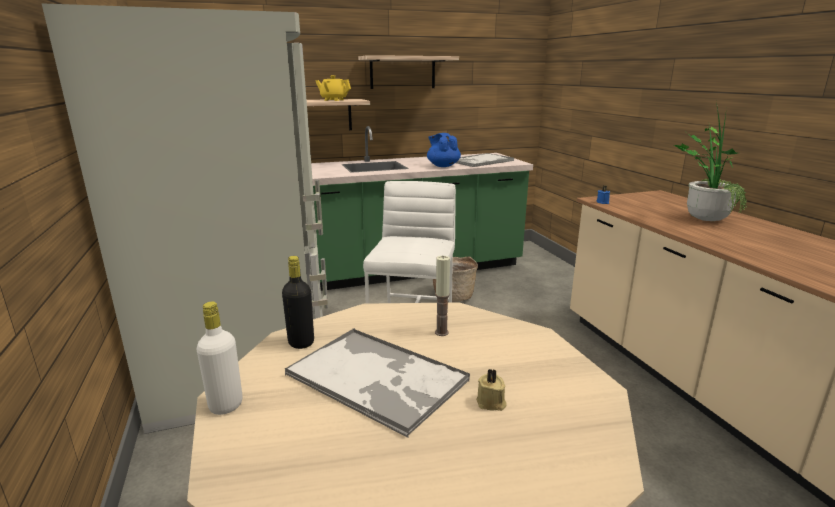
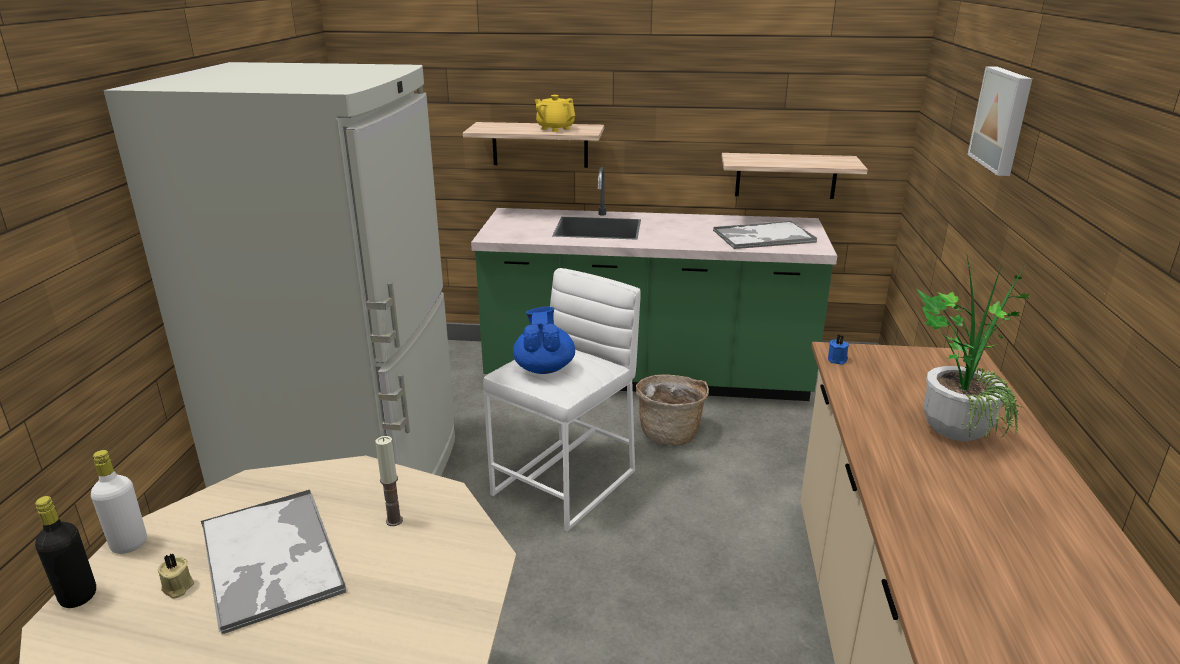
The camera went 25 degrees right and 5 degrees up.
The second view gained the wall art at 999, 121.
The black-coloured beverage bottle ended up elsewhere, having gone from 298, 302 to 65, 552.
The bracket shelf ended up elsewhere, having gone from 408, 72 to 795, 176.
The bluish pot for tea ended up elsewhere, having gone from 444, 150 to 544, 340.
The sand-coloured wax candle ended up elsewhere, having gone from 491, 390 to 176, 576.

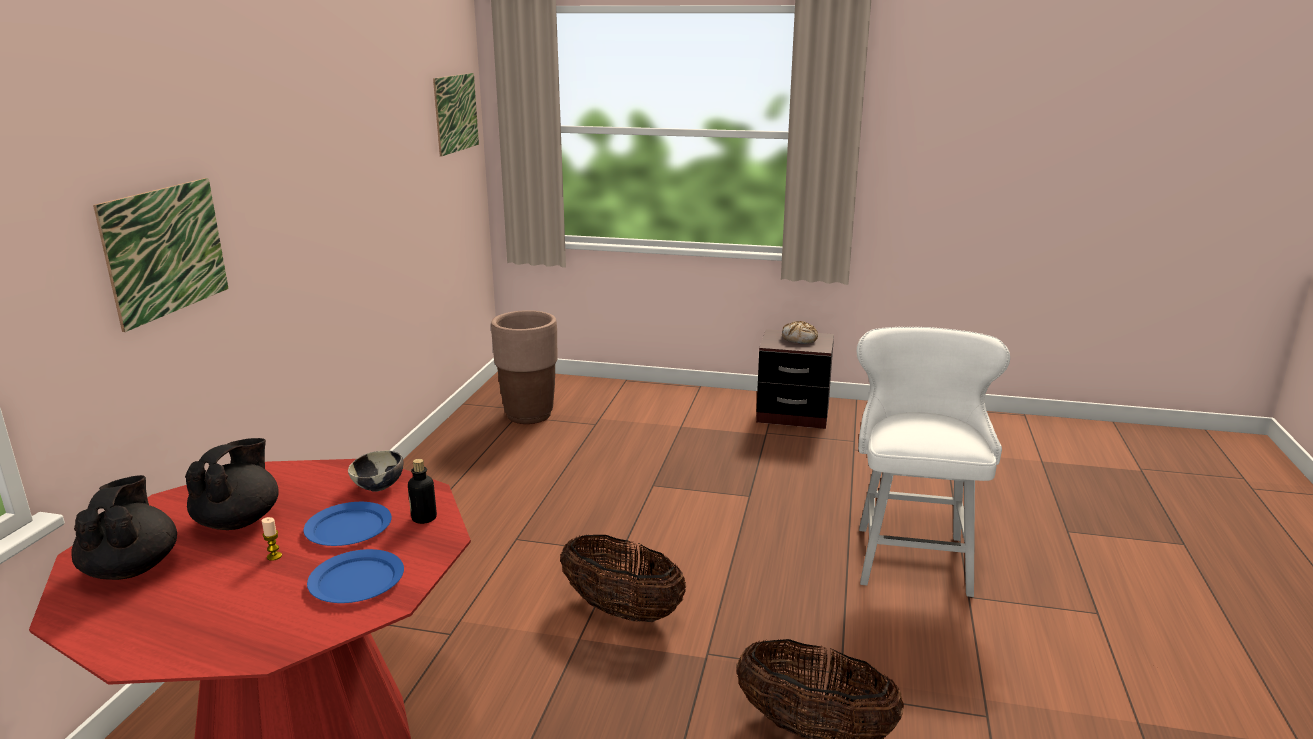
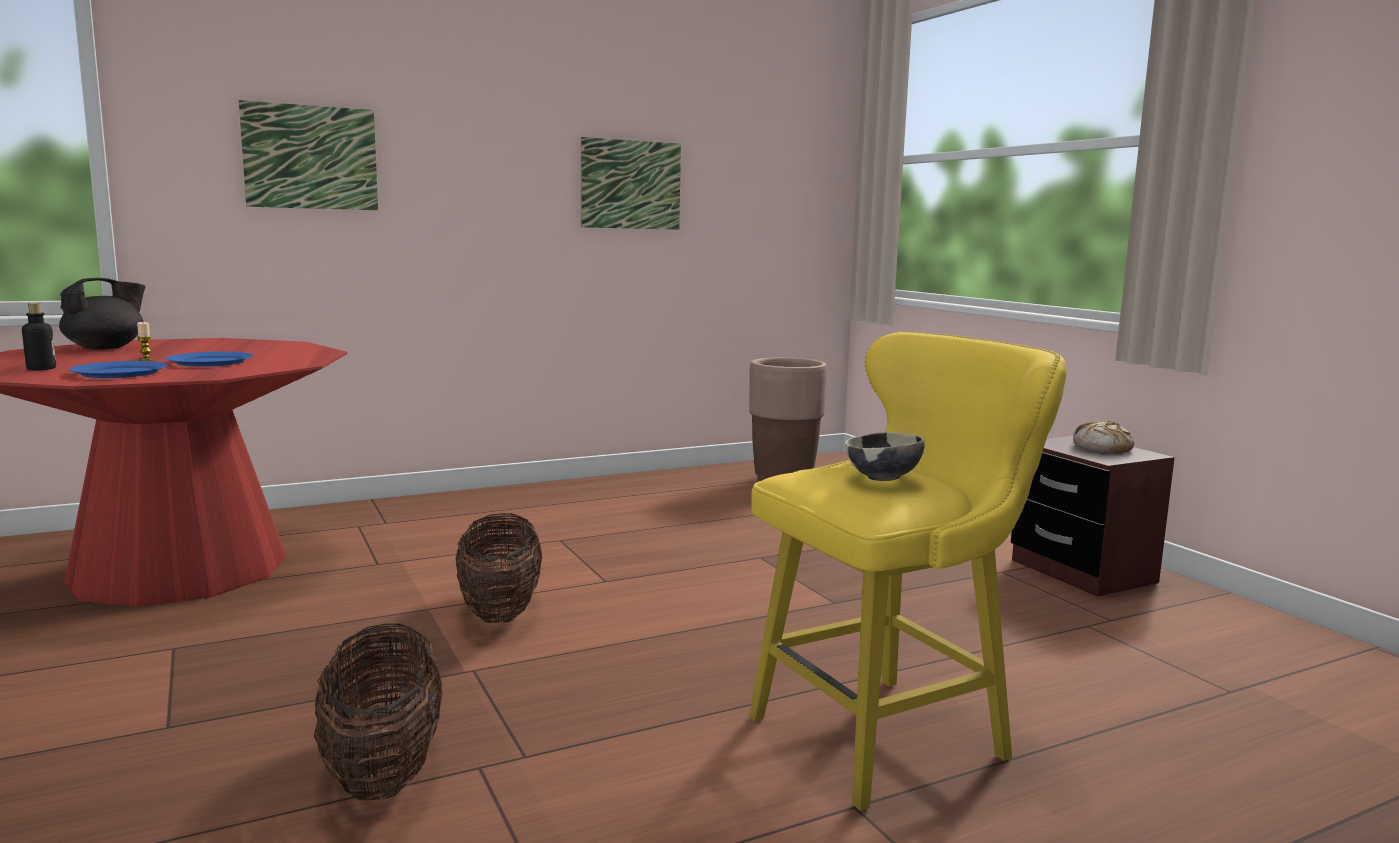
The camera went 50 degrees right and 10 degrees down.
The second view lost the black-coloured pot for tea at 232, 484.
The deep dish ended up elsewhere, having gone from 375, 471 to 885, 456.
The beverage bottle ended up elsewhere, having gone from 422, 491 to 39, 336.
The wall art ended up elsewhere, having gone from 456, 115 to 631, 183.
What was the white stool seat at 933, 462 turned into the yellowish stool seat at 908, 571.

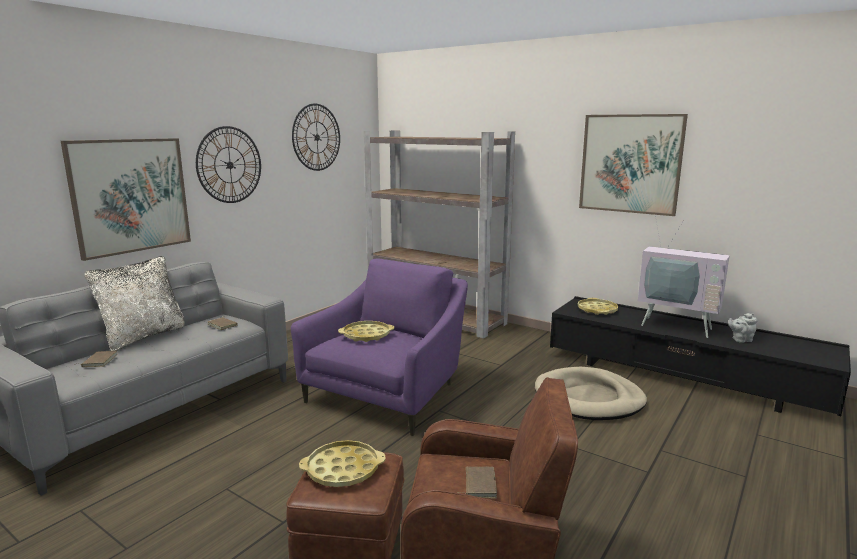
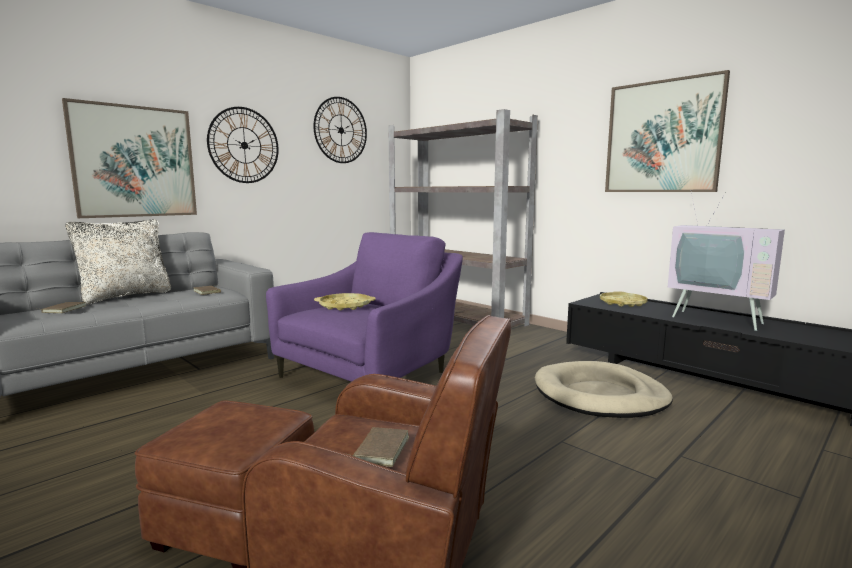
The camera went 10 degrees right and 5 degrees down.
The second view lost the yellowish carrying tray at 342, 463.
The second view lost the greyish pot for tea at 742, 328.

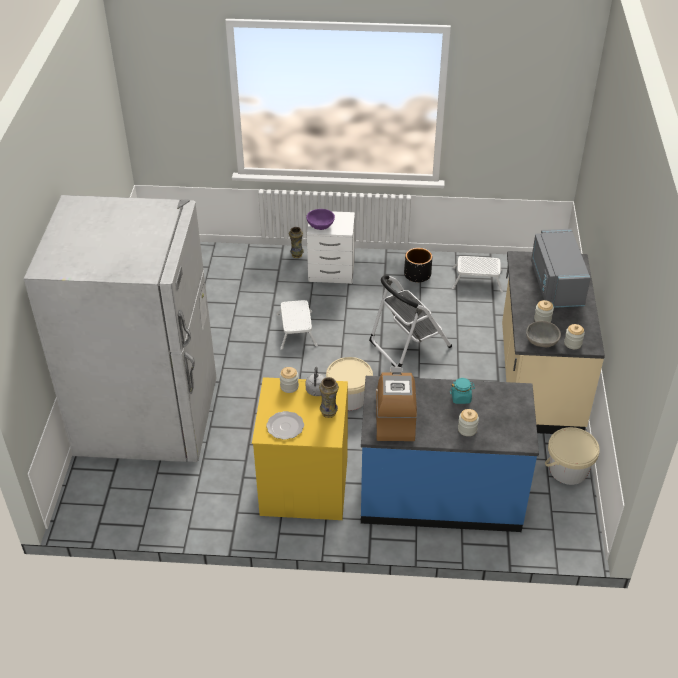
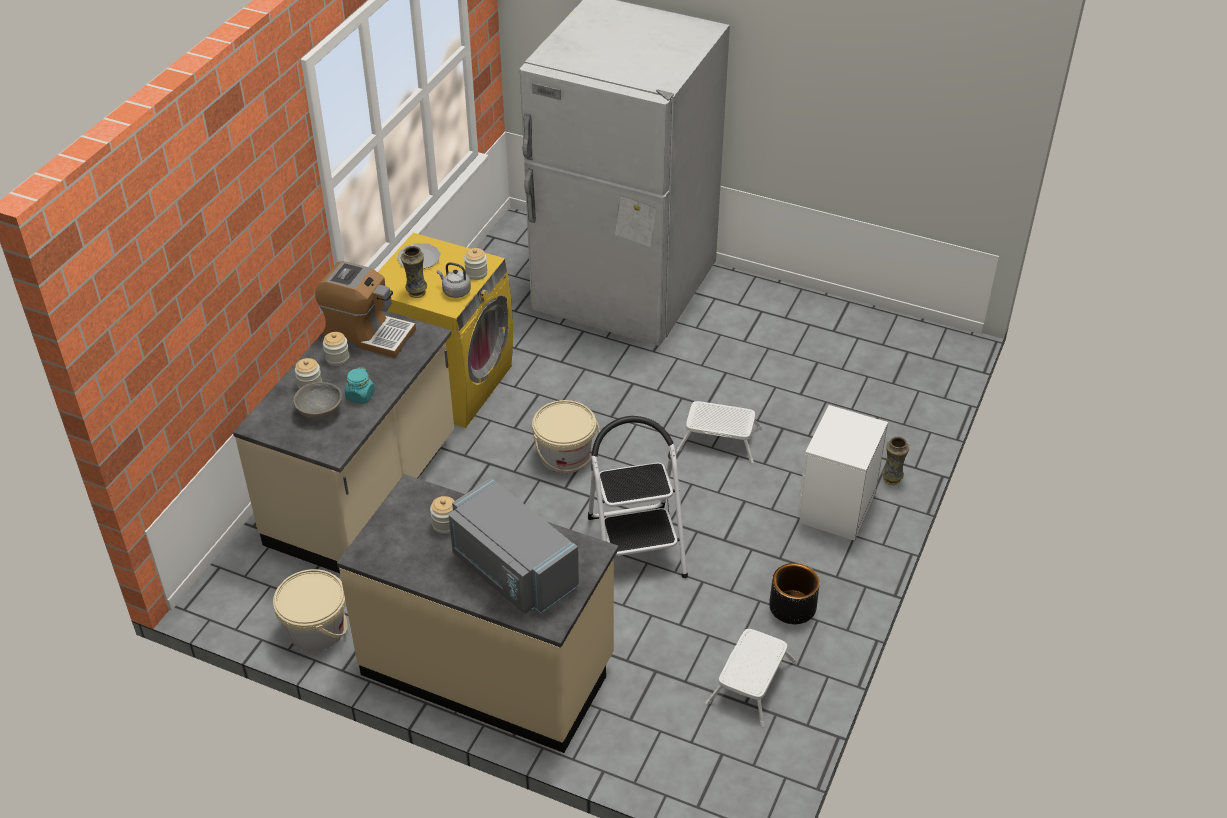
The camera went 110 degrees right and 0 degrees up.
The second view lost the purple deep dish at 320, 219.
The greyish deep dish ended up elsewhere, having gone from 543, 334 to 317, 400.
The storage jar ended up elsewhere, having gone from 574, 336 to 336, 349.
What was the bluish kitchen base unit at 450, 454 turned into the sand-coloured kitchen base unit at 343, 442.
The greyish microwave oven at 561, 268 ended up facing another way, 150 degrees counterclockwise from before.

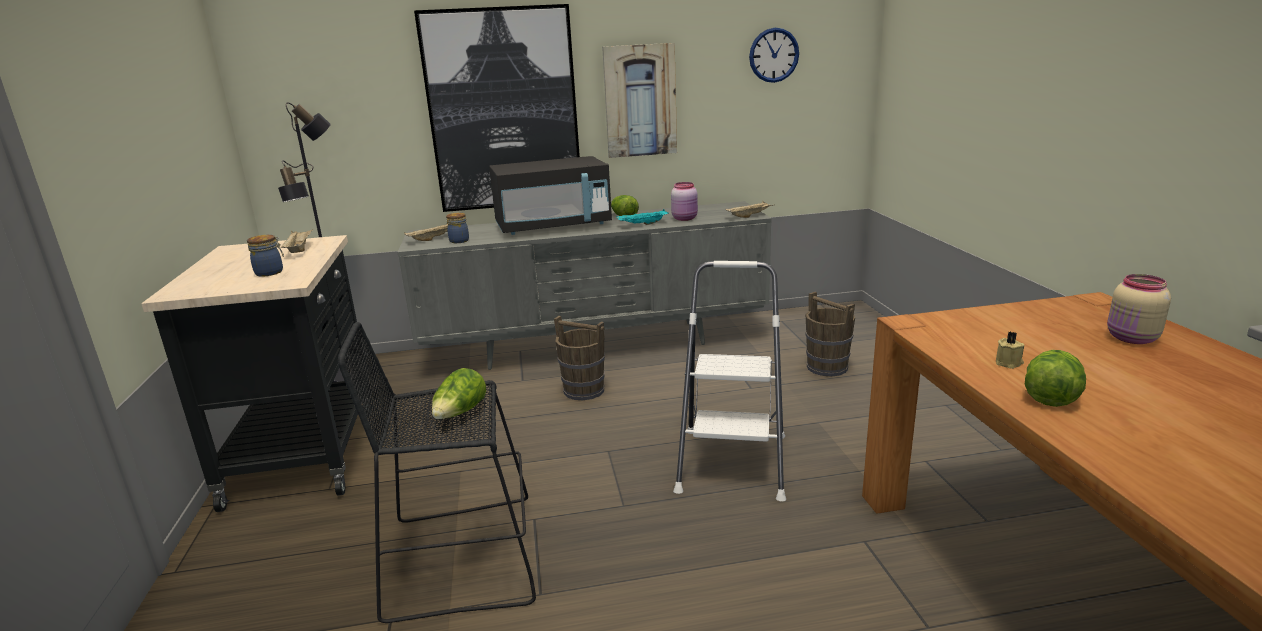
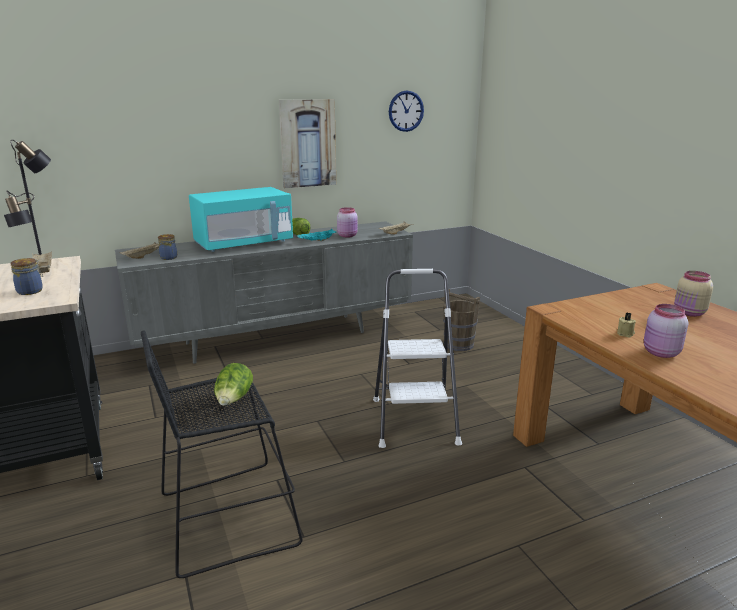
The camera went 15 degrees left and 0 degrees up.
The second view lost the wall art at 497, 108.
The second view lost the brown-coloured water bucket at 579, 358.
Where the head of lettuce stood at 1055, 378, the pink storage jar came to stand at 666, 331.
What was the black-coloured microwave oven at 550, 195 turned into the turquoise microwave oven at 241, 219.

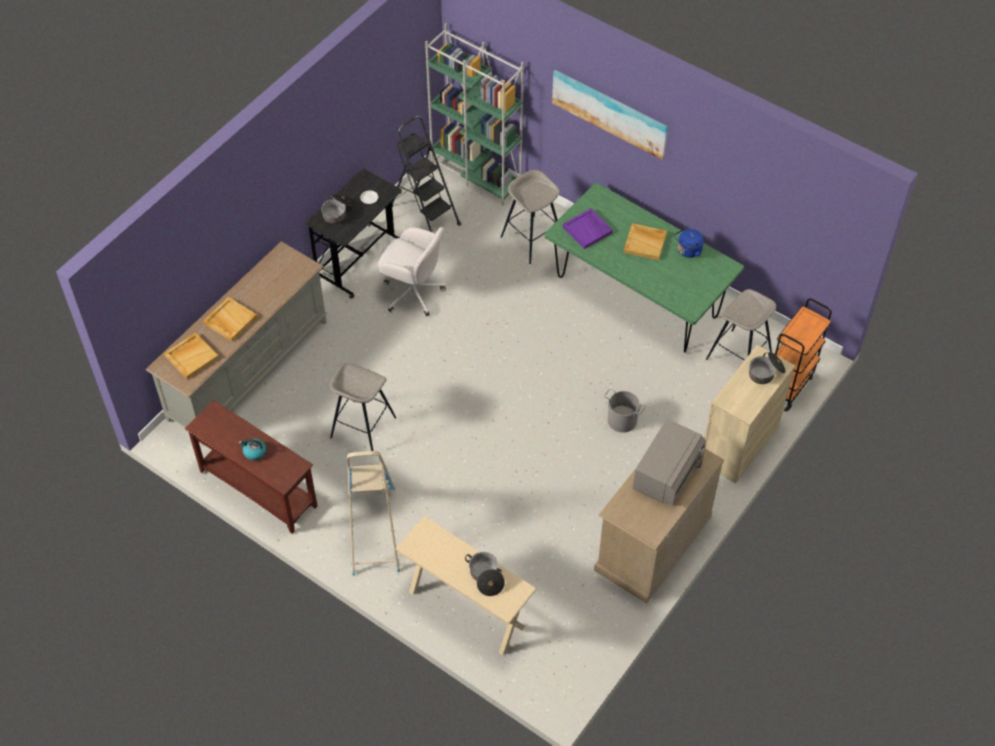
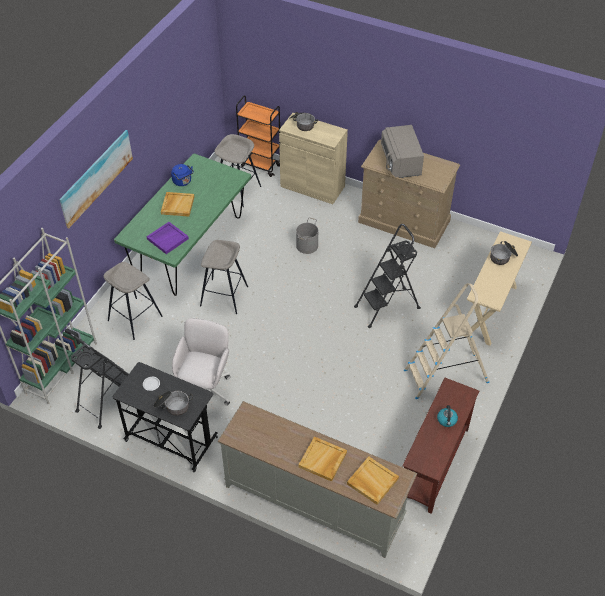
The camera went 100 degrees left and 5 degrees down.
The second view gained the step stool at 387, 276.
The greyish stool seat ended up elsewhere, having gone from 363, 407 to 224, 277.
The greyish microwave oven at 669, 462 ended up facing another way, 120 degrees counterclockwise from before.

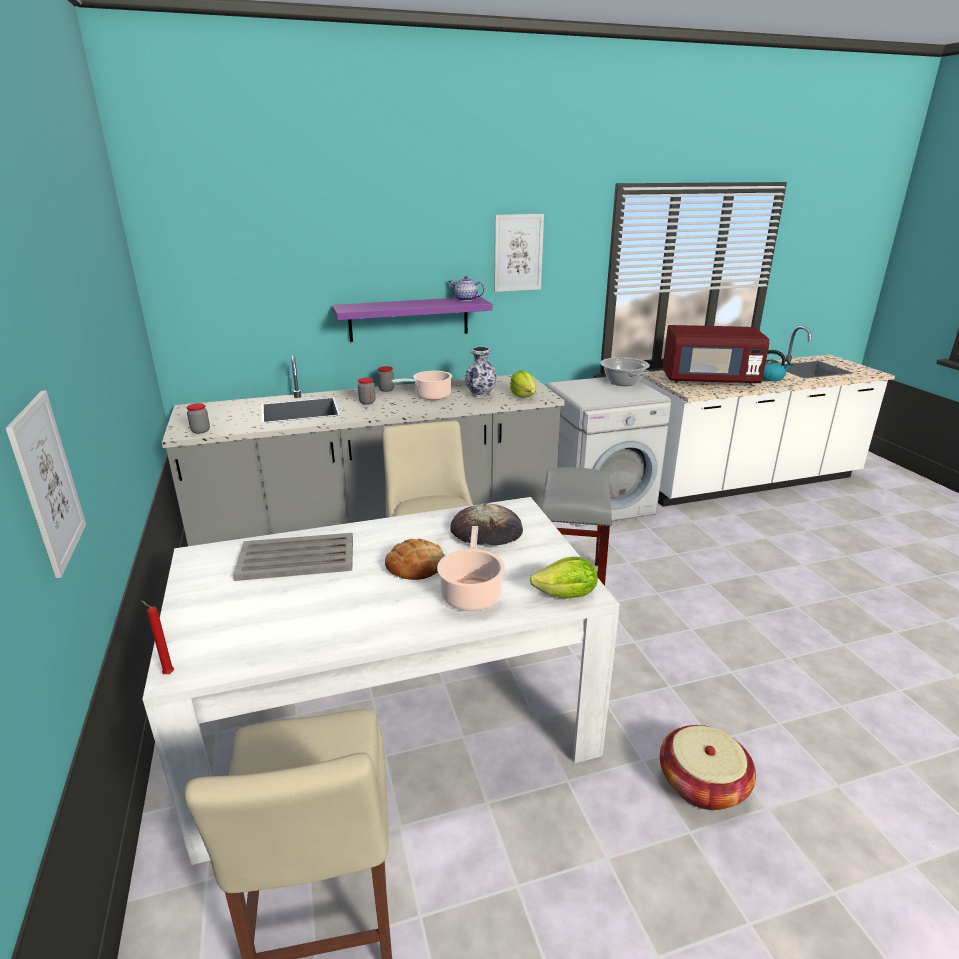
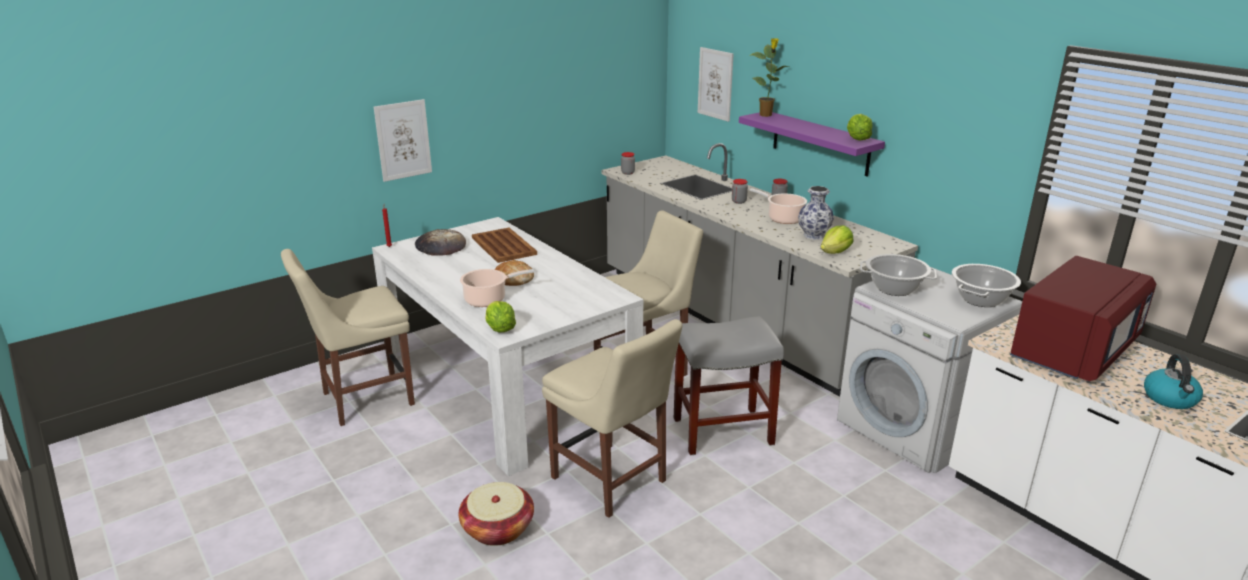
The camera went 70 degrees right and 0 degrees up.
The second view gained the sand-coloured plain chair at 612, 418.
The second view gained the plant in a pot at 770, 77.
The second view gained the saucepot at 898, 275.
The bread ended up elsewhere, having gone from 486, 524 to 440, 242.
The wall art ended up elsewhere, having gone from 519, 253 to 716, 84.
Where the pot for tea stood at 467, 288, the head of lettuce came to stand at 860, 127.
What was the greyish carrying tray at 293, 557 turned into the brown-coloured carrying tray at 504, 245.
The reddish microwave oven at 716, 355 ended up facing another way, 120 degrees counterclockwise from before.

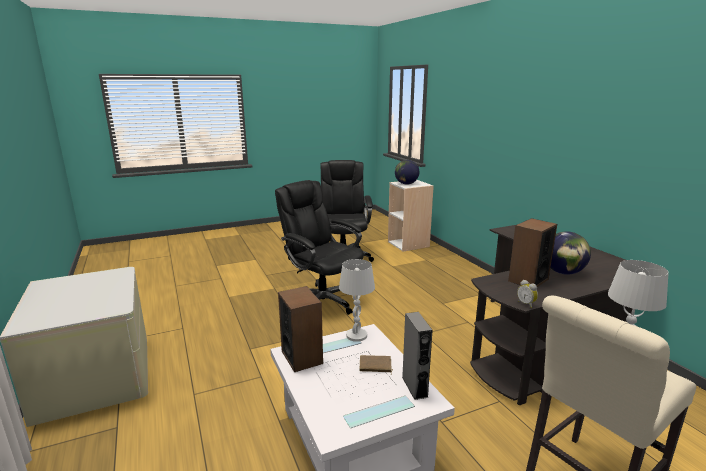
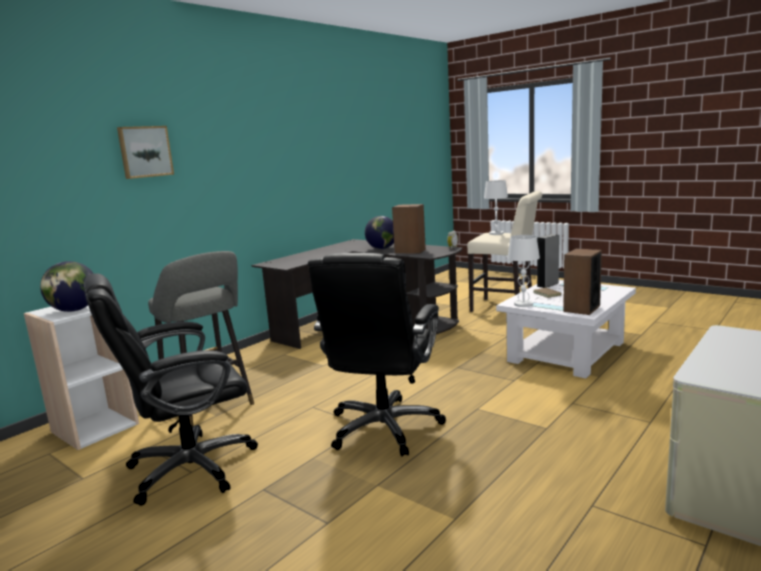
The camera went 115 degrees left and 5 degrees down.
The second view gained the wall art at 145, 152.
The second view gained the greyish stool seat at 201, 339.

